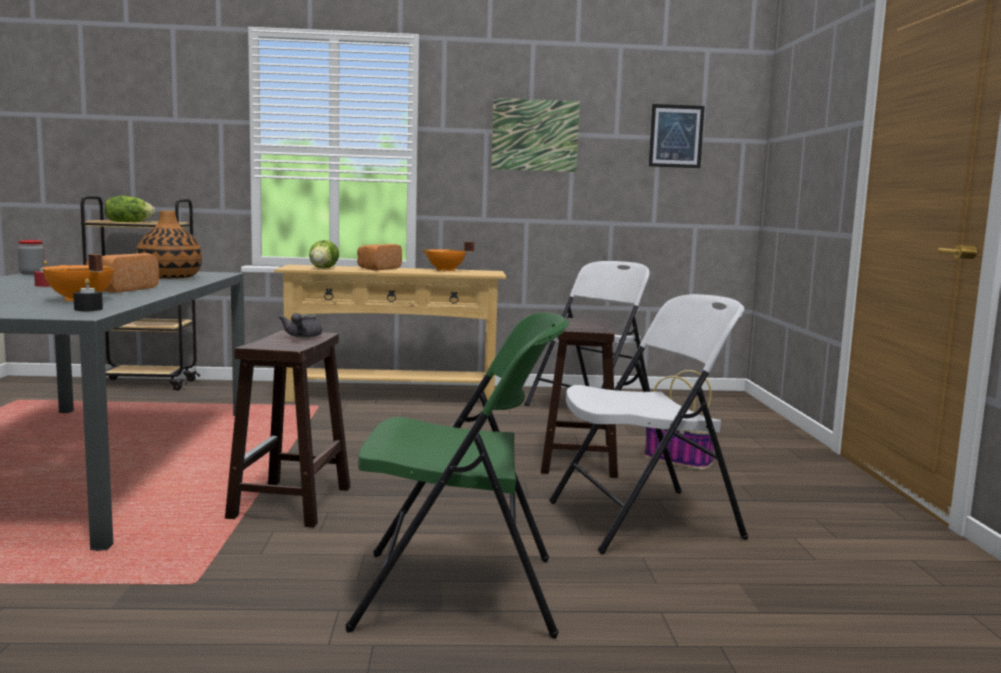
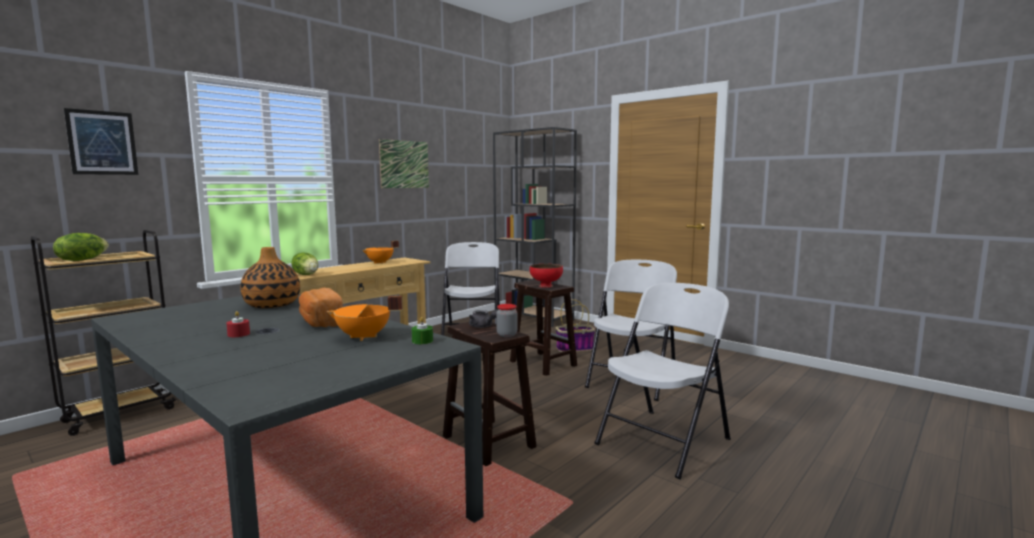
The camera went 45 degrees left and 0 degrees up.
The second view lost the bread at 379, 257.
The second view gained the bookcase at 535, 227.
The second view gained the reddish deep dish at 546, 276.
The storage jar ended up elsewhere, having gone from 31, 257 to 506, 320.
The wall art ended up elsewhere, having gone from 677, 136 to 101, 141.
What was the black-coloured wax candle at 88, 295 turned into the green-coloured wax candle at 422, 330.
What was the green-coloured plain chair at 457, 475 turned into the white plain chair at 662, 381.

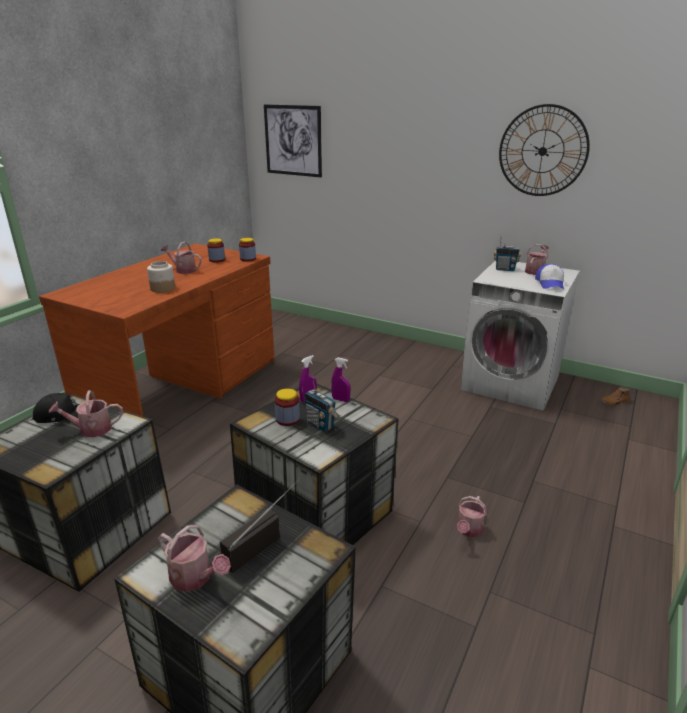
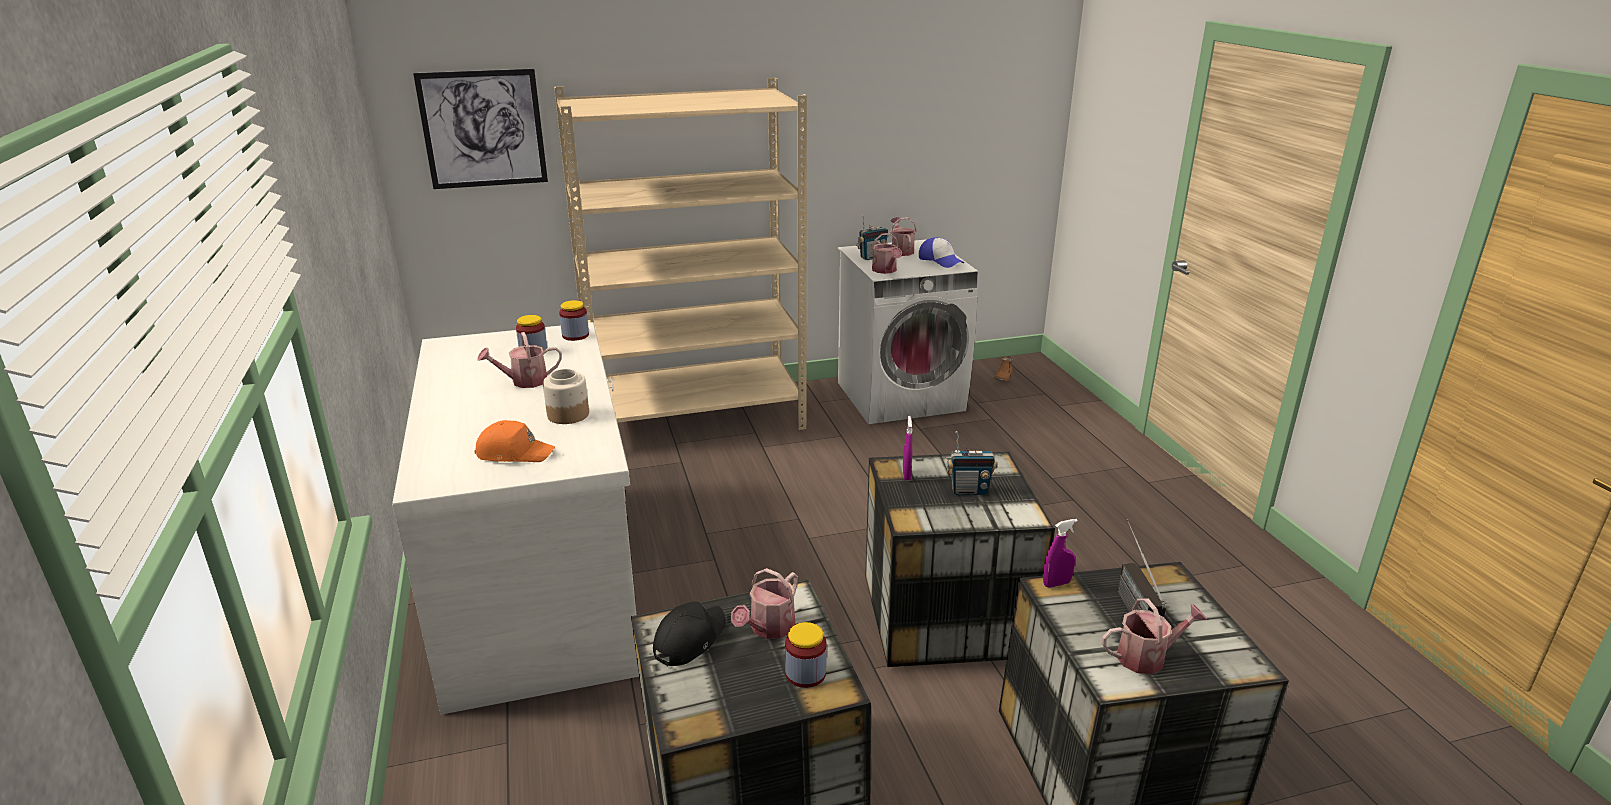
The camera went 45 degrees left and 0 degrees up.
The second view lost the wall clock at 544, 150.
The second view gained the orange-coloured cap at 514, 441.
The second view gained the sand-coloured bookcase at 680, 254.
The storage jar ended up elsewhere, having gone from 287, 407 to 806, 655.
The purple spray bottle ended up elsewhere, having gone from 341, 379 to 1060, 553.
The watering can ended up elsewhere, having gone from 472, 516 to 887, 253.
What was the brown-coloured desk table at 156, 330 turned into the white desk table at 515, 518.

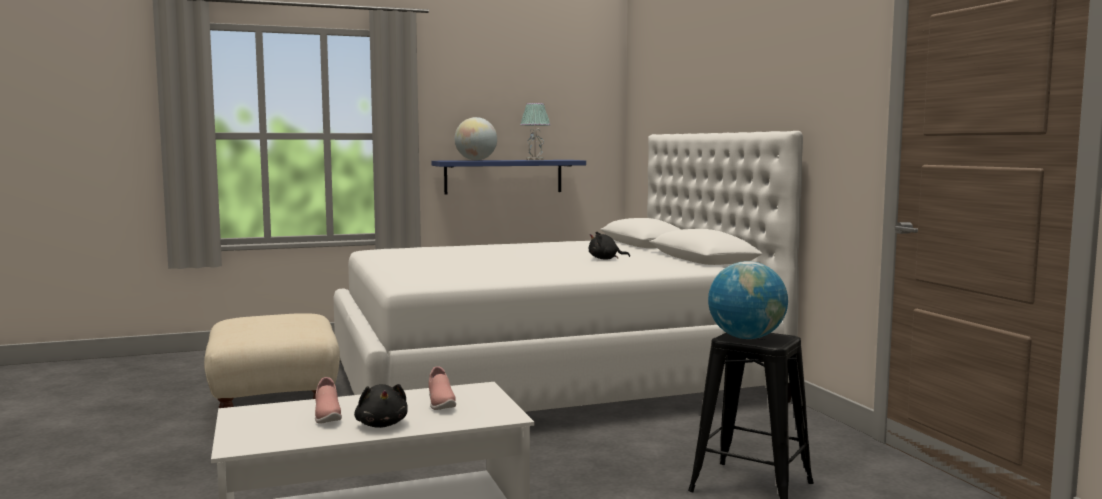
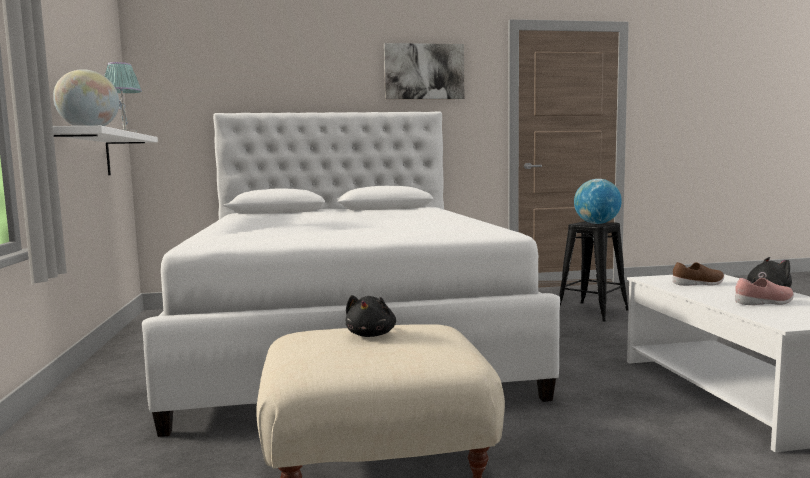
The camera went 80 degrees left and 0 degrees up.
The second view gained the wall art at 424, 71.
The black-coloured soft toy ended up elsewhere, having gone from 609, 246 to 371, 316.
What was the pink item of footwear at 442, 388 turned into the brown-coloured item of footwear at 698, 274.
What was the bluish bracket shelf at 508, 177 turned into the white bracket shelf at 105, 150.

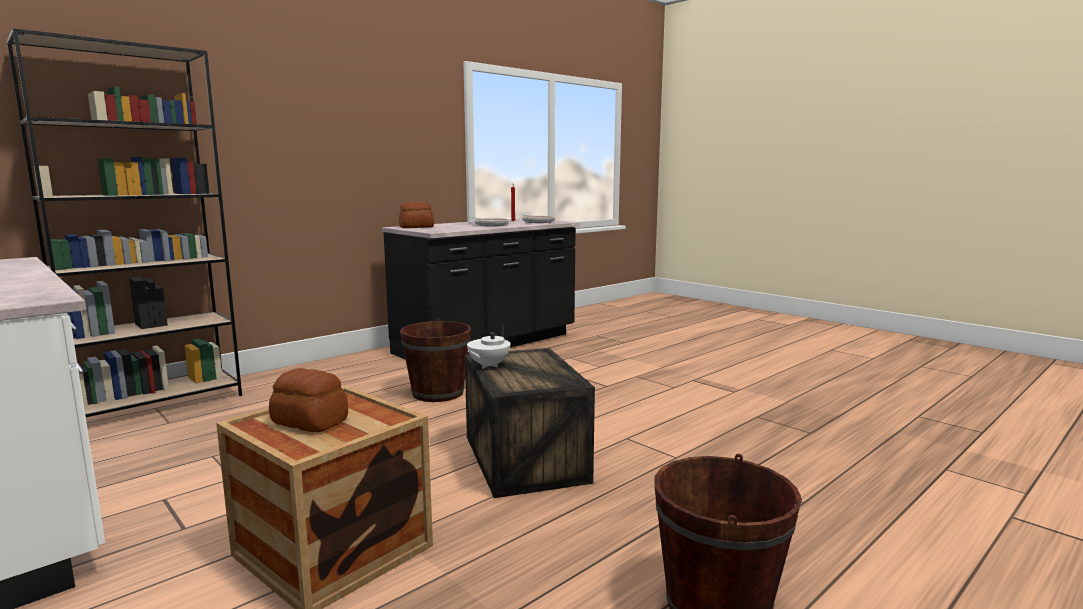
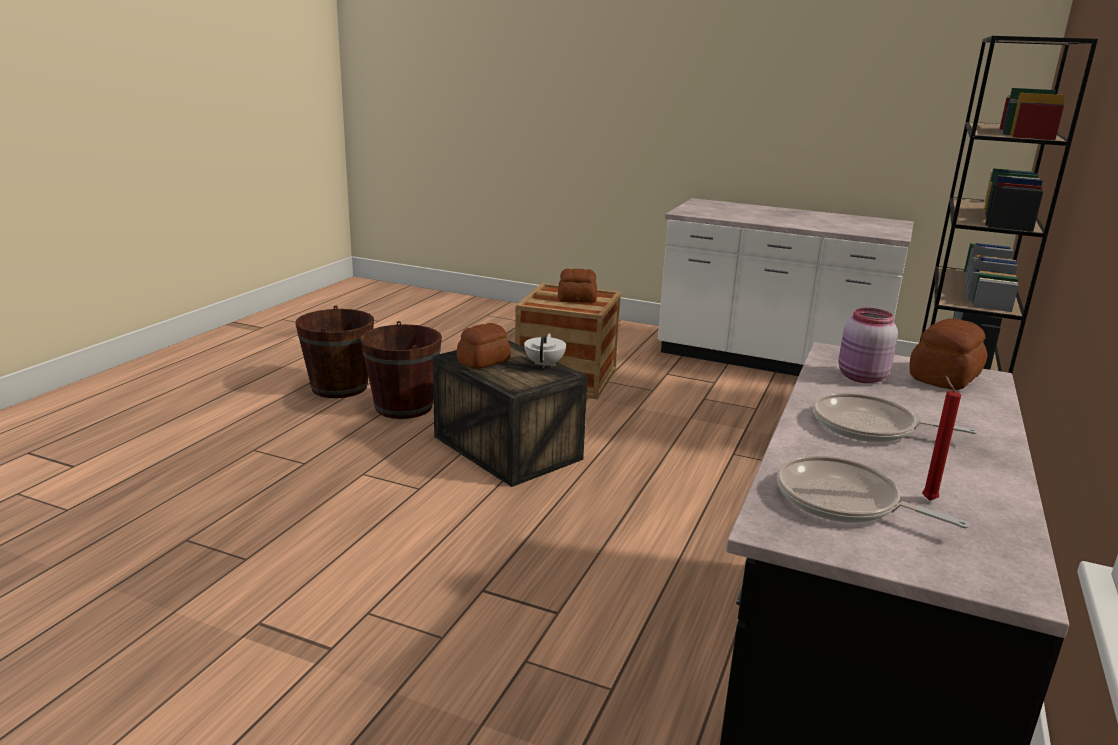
The camera went 155 degrees right and 10 degrees up.
The second view gained the bread at 484, 346.
The second view gained the pink storage jar at 868, 345.
The brown-coloured water bucket ended up elsewhere, having gone from 435, 360 to 401, 370.

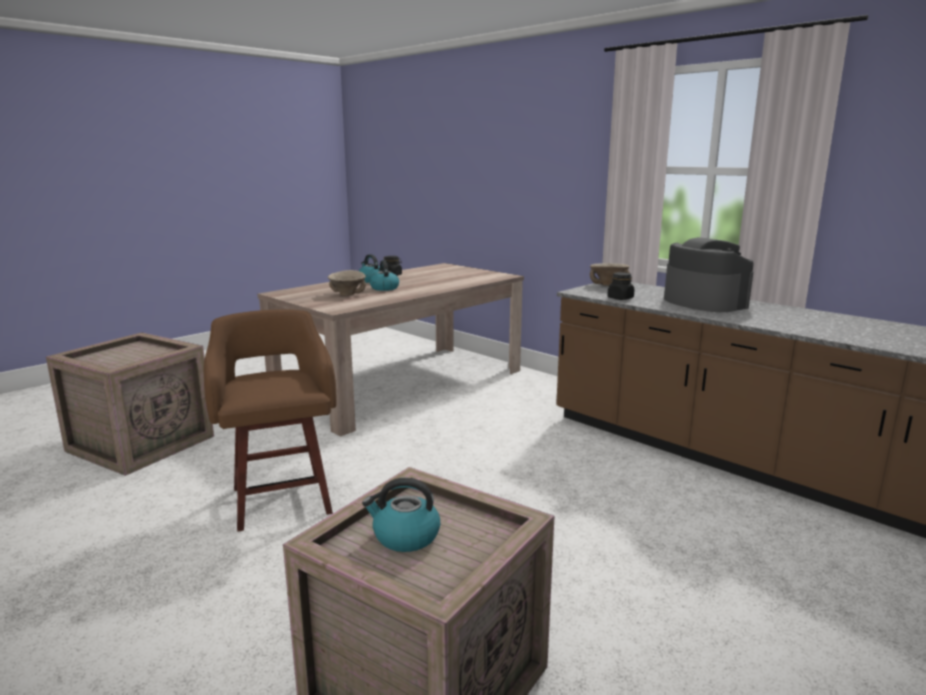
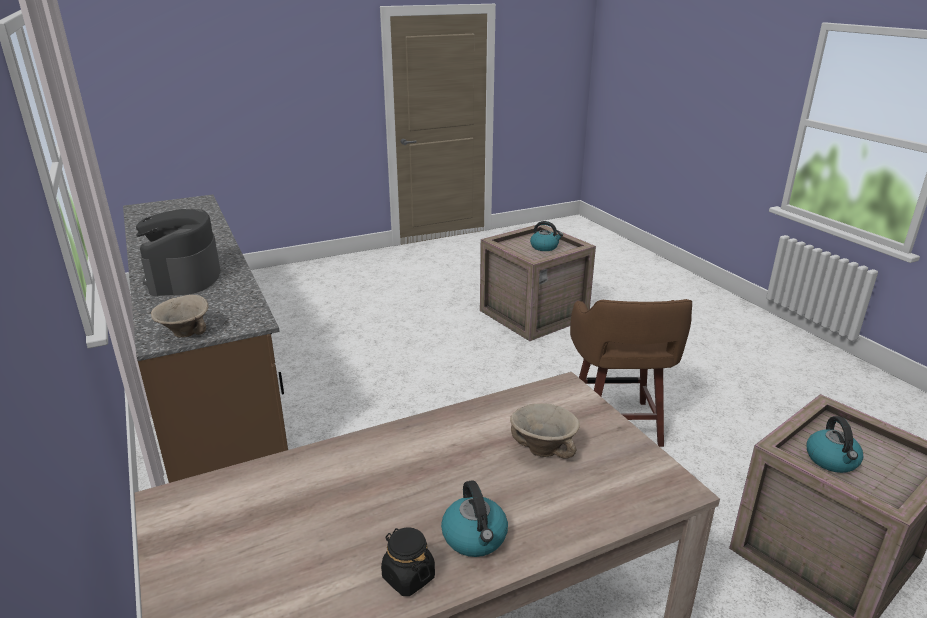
The camera went 160 degrees left and 10 degrees up.
The second view lost the black-coloured storage jar at 620, 286.
The water kettle ended up elsewhere, having gone from 384, 275 to 835, 444.

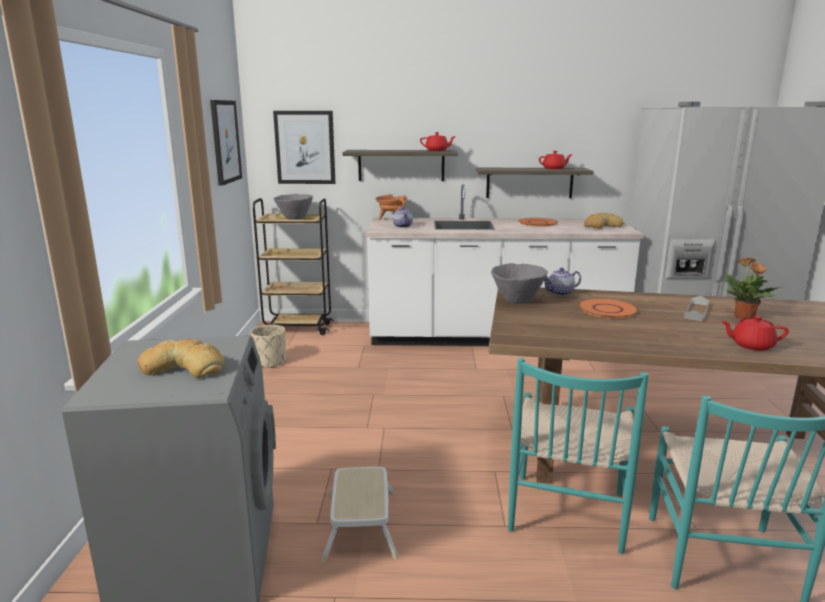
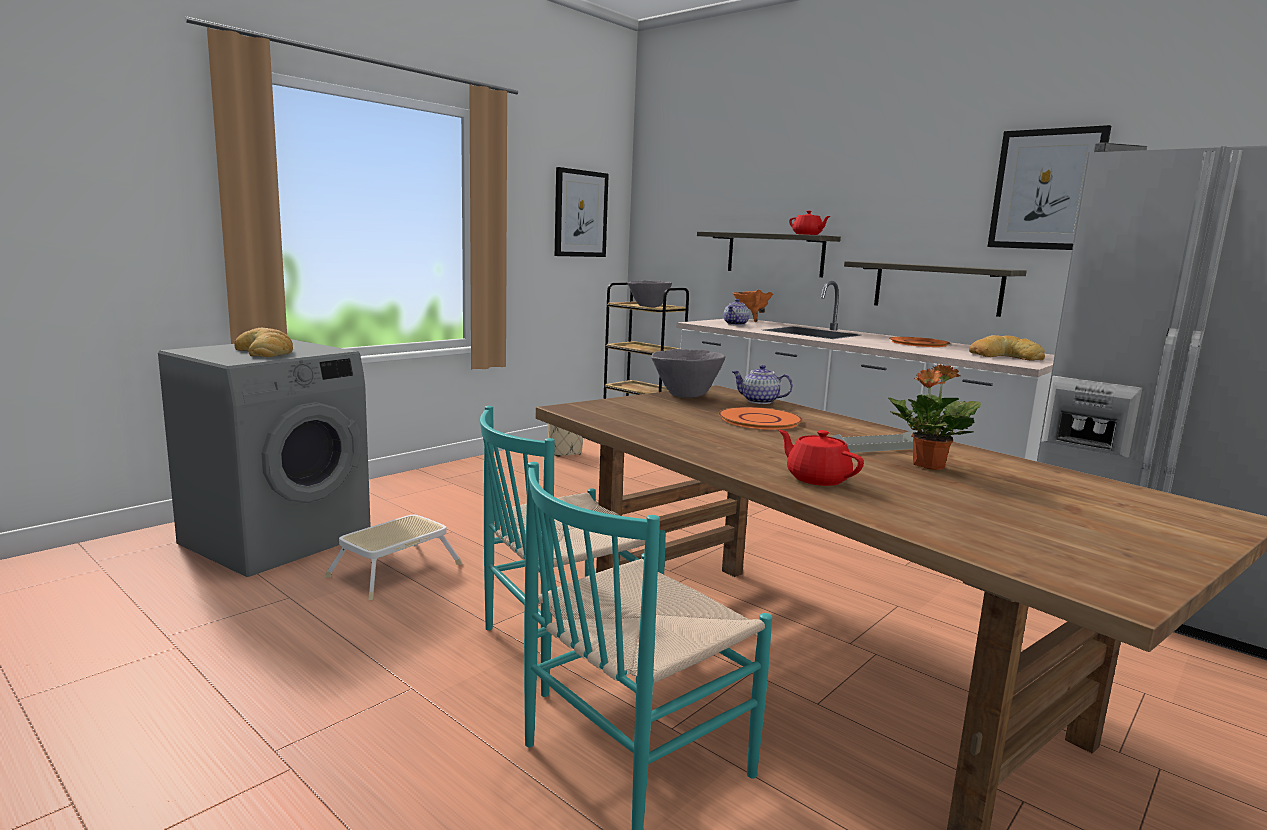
The camera went 40 degrees right and 5 degrees down.
The second view lost the reddish pot for tea at 556, 160.
The wall art ended up elsewhere, having gone from 304, 147 to 1049, 187.

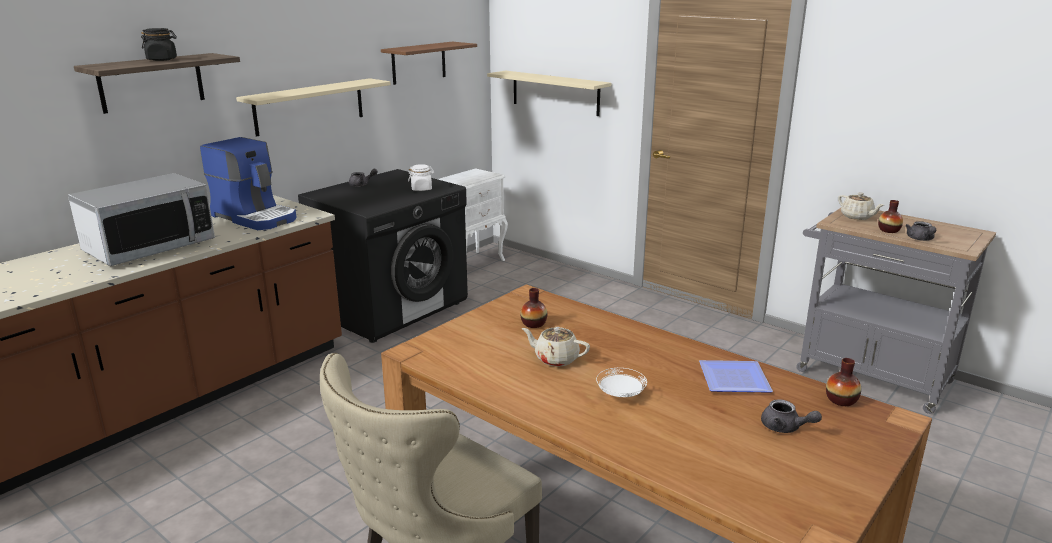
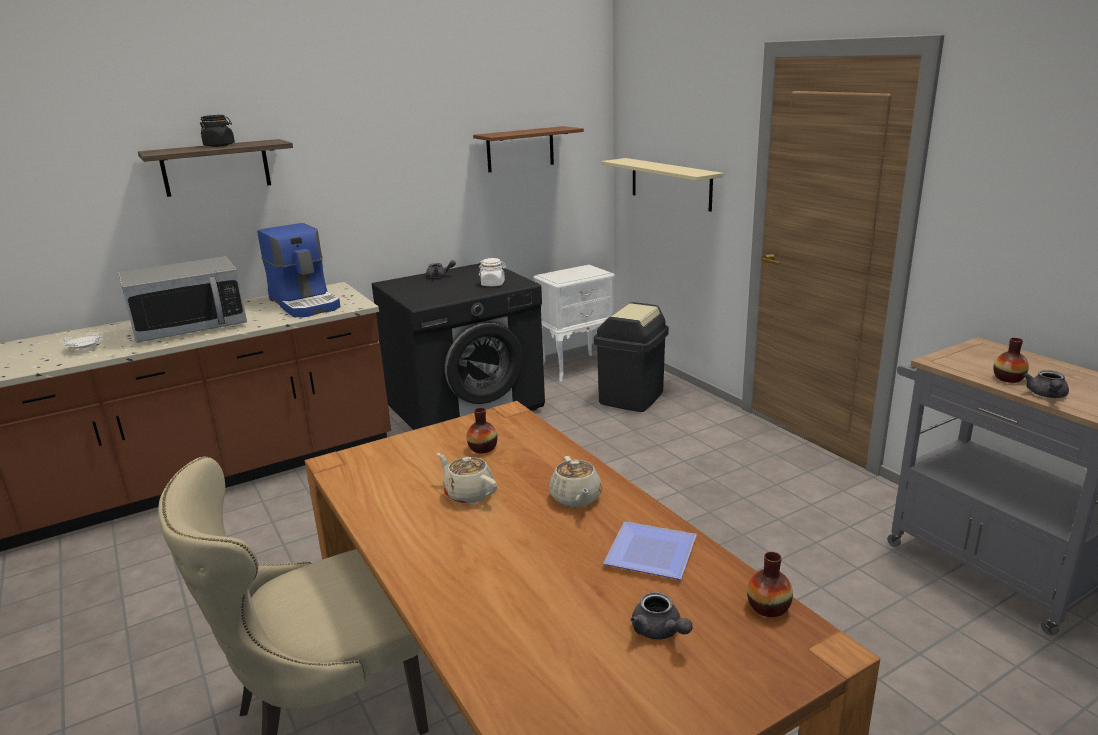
The camera went 20 degrees right and 0 degrees up.
The second view lost the sand-coloured bracket shelf at 313, 107.
The second view gained the black-coloured trash can at 631, 357.
The white dinner plate ended up elsewhere, having gone from 621, 382 to 81, 340.
The sand-coloured pot for tea ended up elsewhere, having gone from 861, 206 to 575, 481.

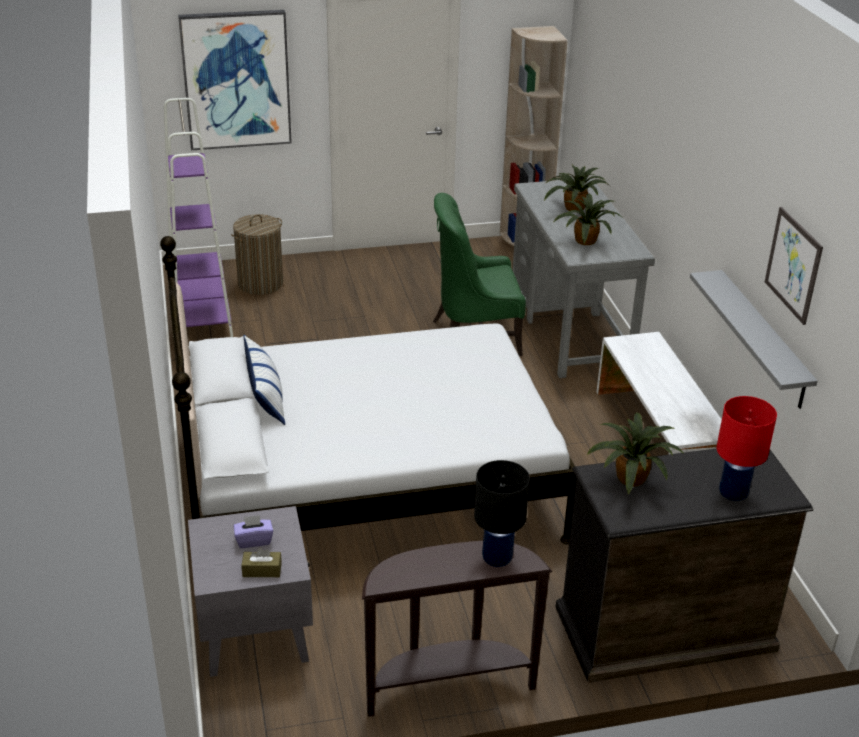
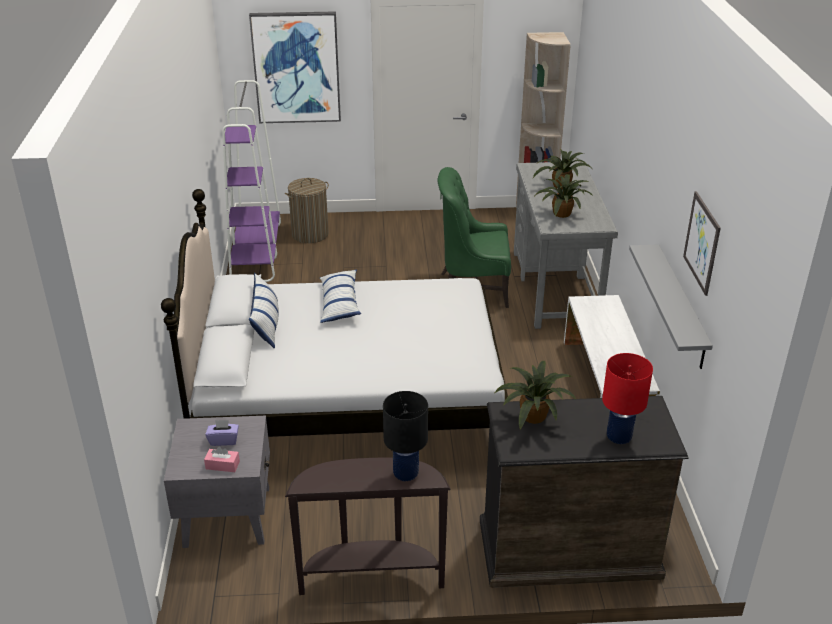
The camera went 10 degrees right and 0 degrees up.
The second view gained the throw pillow at 340, 296.
What was the brown-coloured tissue holder at 261, 562 turned into the pink tissue holder at 222, 459.

